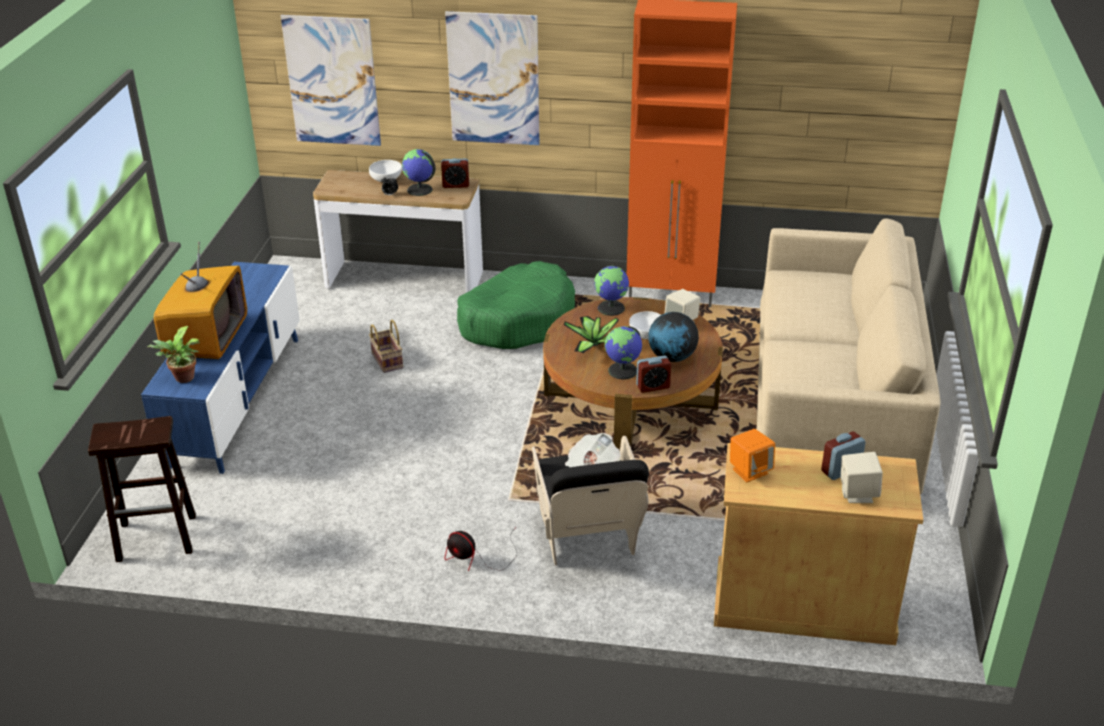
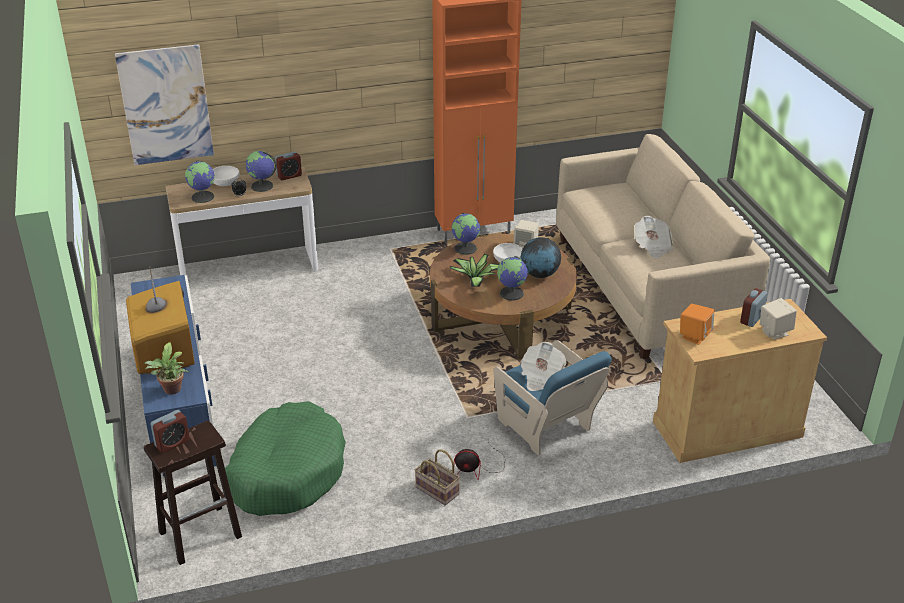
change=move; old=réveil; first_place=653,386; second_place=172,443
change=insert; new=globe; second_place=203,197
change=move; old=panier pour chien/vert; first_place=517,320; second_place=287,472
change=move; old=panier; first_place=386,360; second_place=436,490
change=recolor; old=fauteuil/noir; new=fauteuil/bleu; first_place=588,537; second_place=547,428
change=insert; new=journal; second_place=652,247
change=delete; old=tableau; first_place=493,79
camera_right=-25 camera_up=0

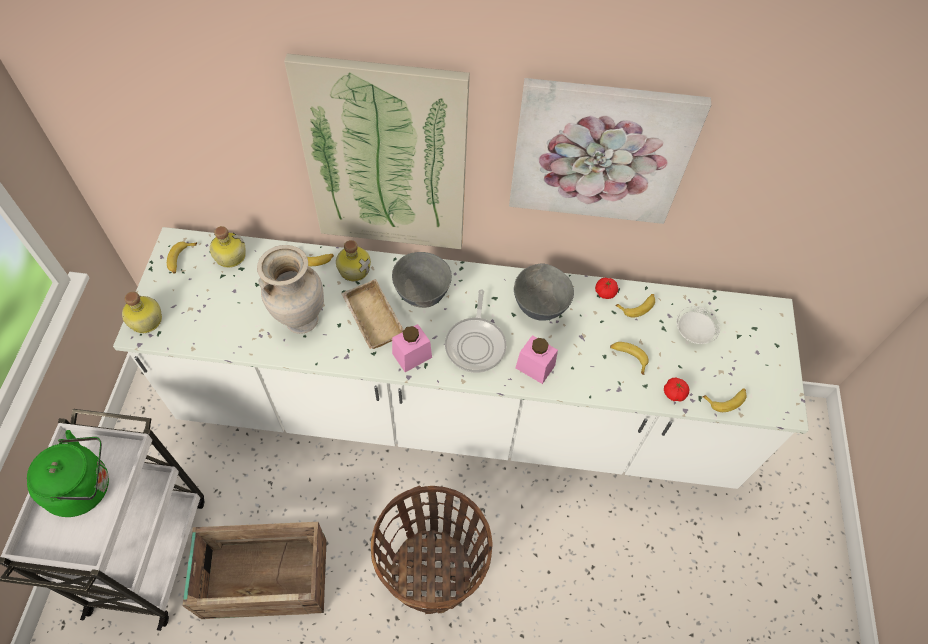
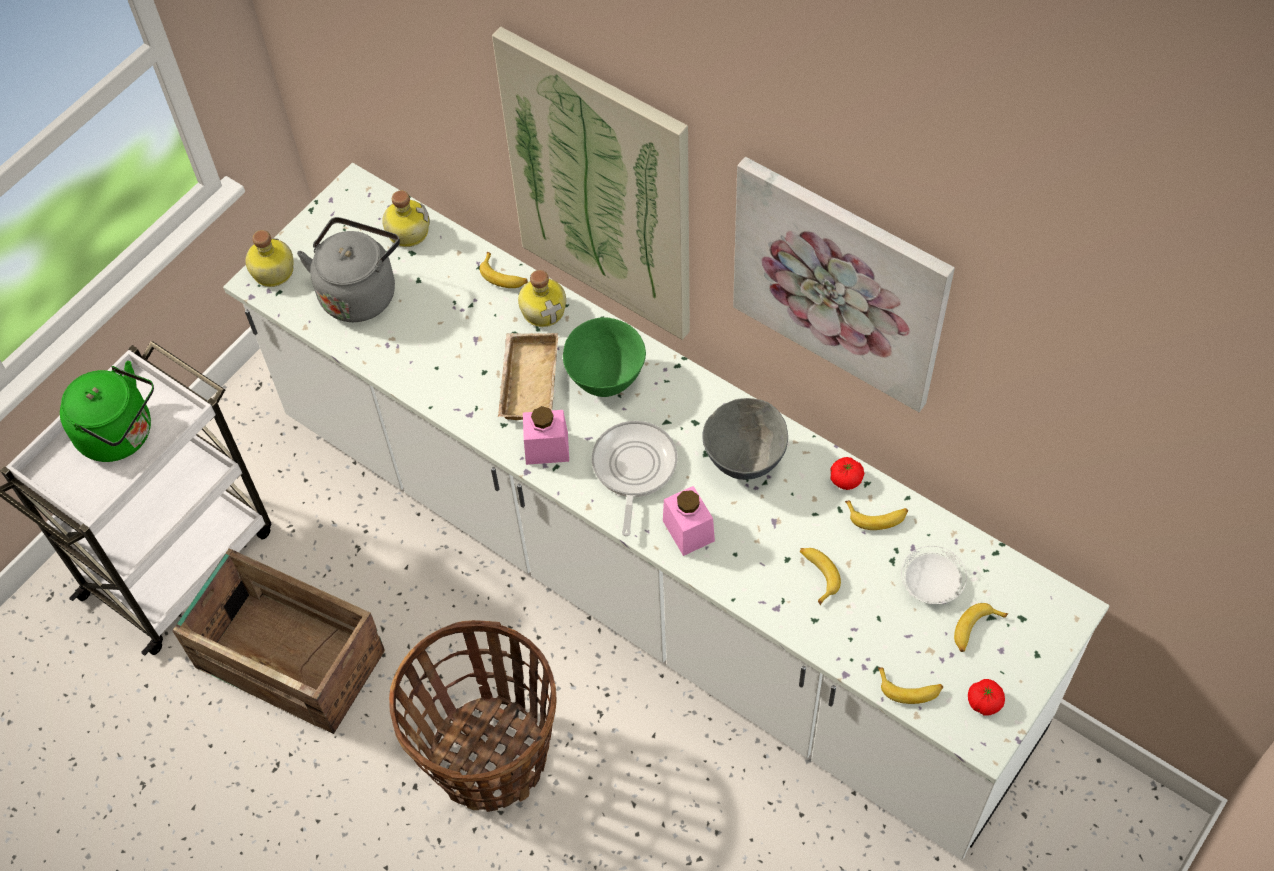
change=insert; new=bouilloire/gris; second_place=359,291
change=recolor; old=bol/gris; new=bol/vert; first_place=423,295; second_place=607,379
change=rotate; old=poêle; first_place=476,344; second_place=633,469; degrees=150
change=move; old=banane; first_place=181,259; second_place=975,630
change=move; old=tomate; first_place=674,393; second_place=984,702
change=delete; old=vase/beige; first_place=301,320
camera_right=35 camera_up=0

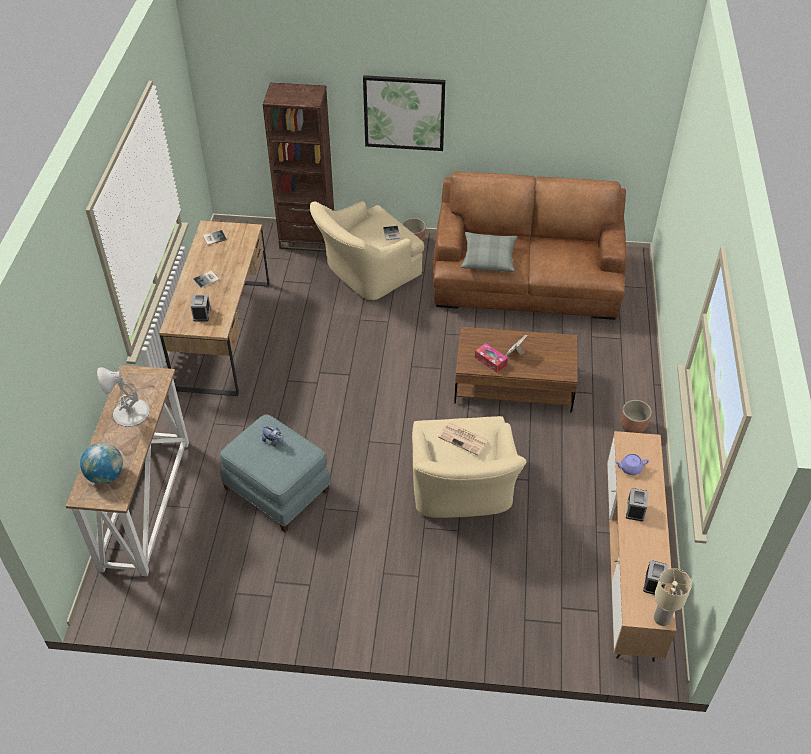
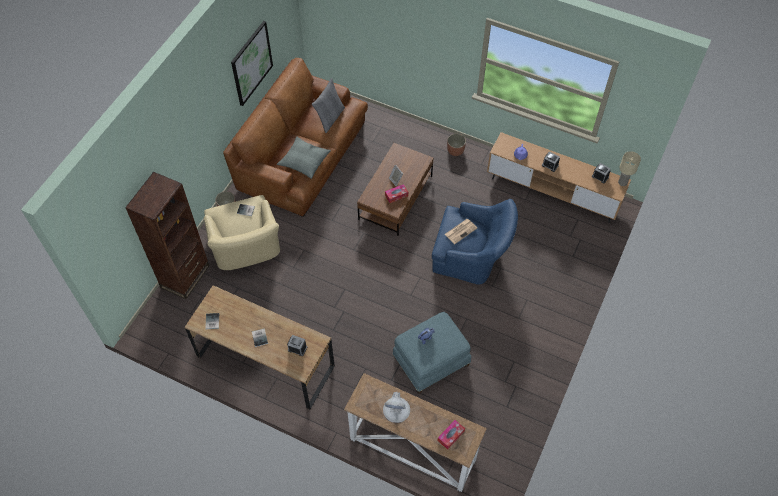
change=move; old=tableau; first_place=404,113; second_place=251,63
change=insert; new=coussin/gris; second_place=330,118
change=recolor; old=fauteuil/beige; new=fauteuil/bleu; first_place=461,492; second_place=472,256
change=replace; old=globe; new=boîte à mouchoirs; first_place=106,475; second_place=451,436
camera_right=-70 camera_up=10

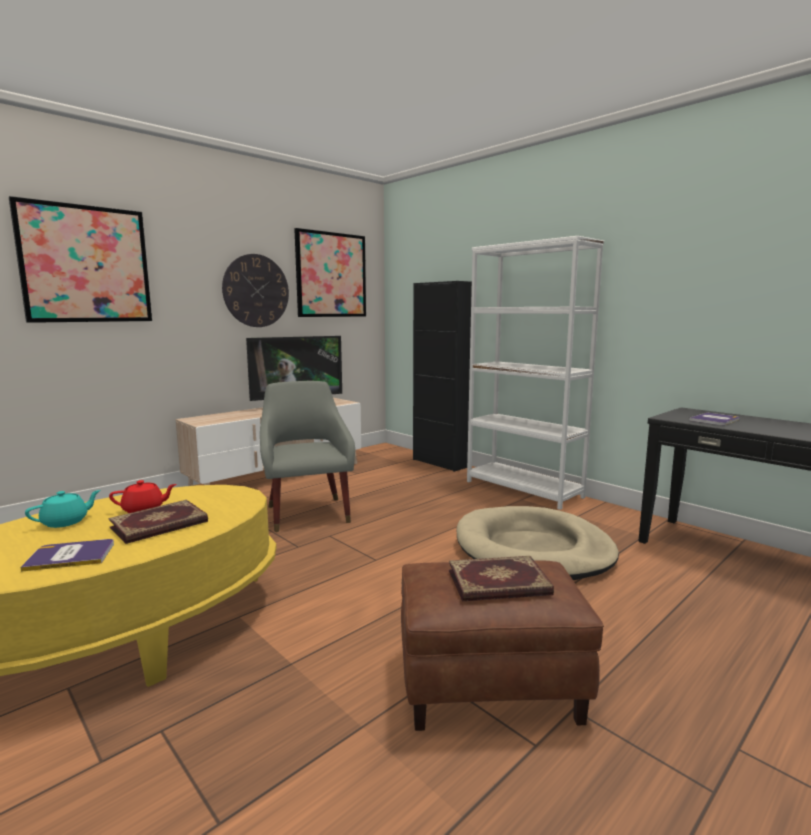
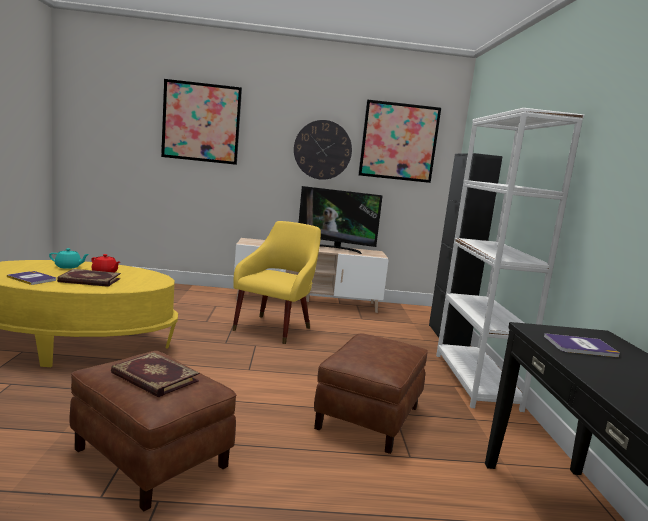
change=recolor; old=fauteuil/gris; new=fauteuil/jaune; first_place=307,511; second_place=275,327
change=replace; old=panier pour chien/beige; new=pouf/marron; first_place=533,549; second_place=369,418
camera_right=40 camera_up=0

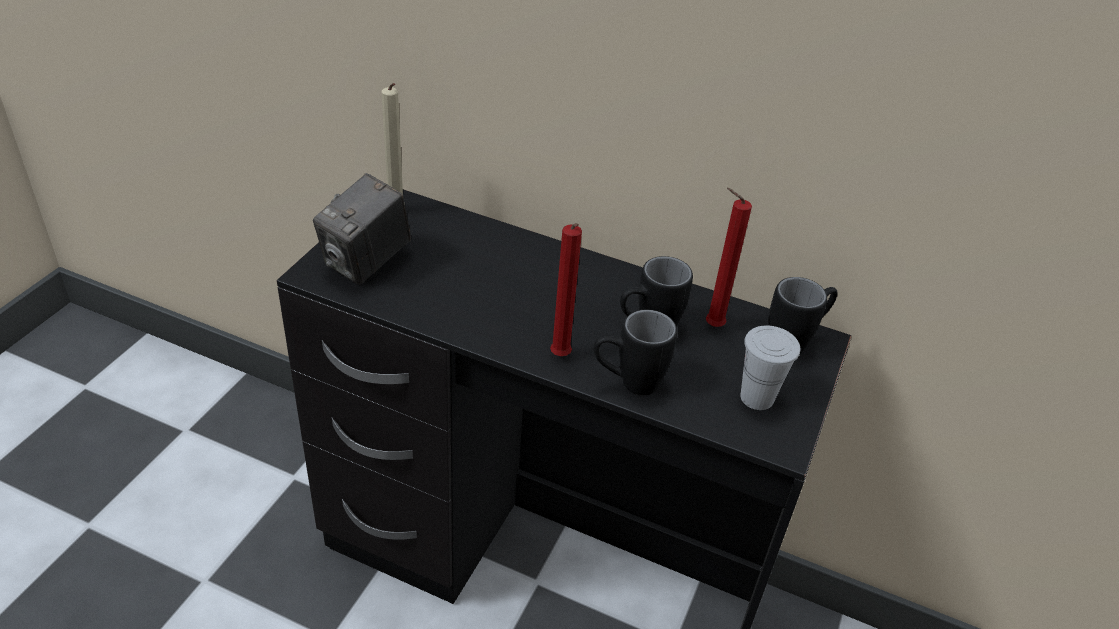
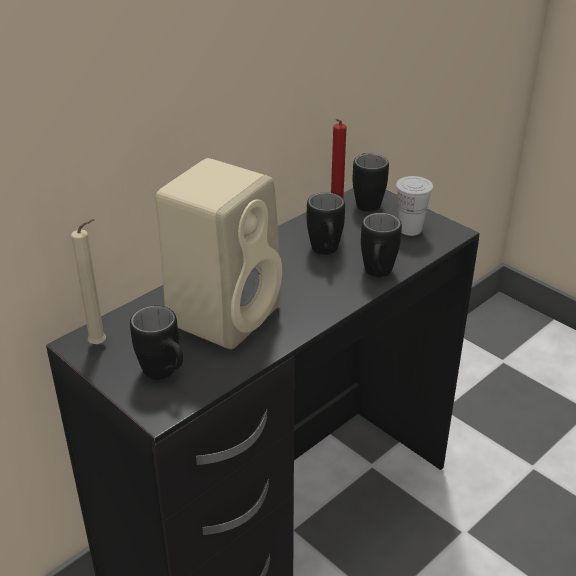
change=replace; old=appareil photo; new=mug/noir; first_place=366,263; second_place=165,375
change=insert; new=enceinte/beige; second_place=225,312
change=delete; old=bougie/rouge; first_place=560,358
camera_right=-65 camera_up=-5

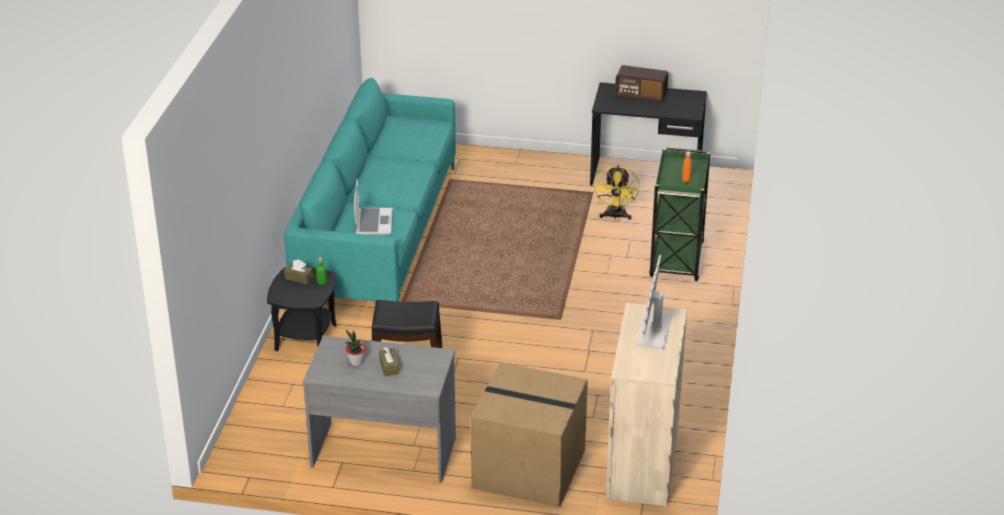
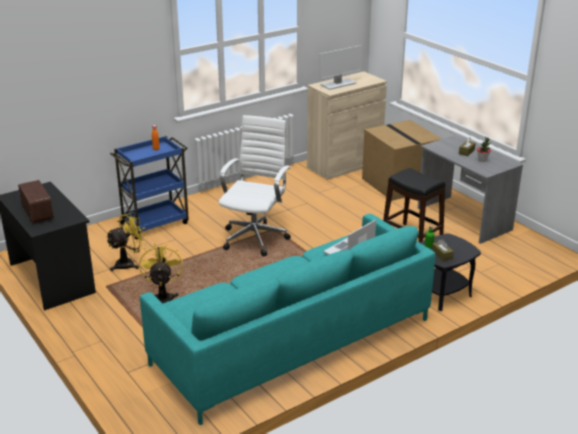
change=recolor; old=chariot/vert; new=chariot/bleu; first_place=676,260; second_place=155,223
change=insert; new=ventilateur/jaune; second_place=163,298
change=insert; new=chaise de bureau/blanc; second_place=255,237
camera_right=-135 camera_up=-5

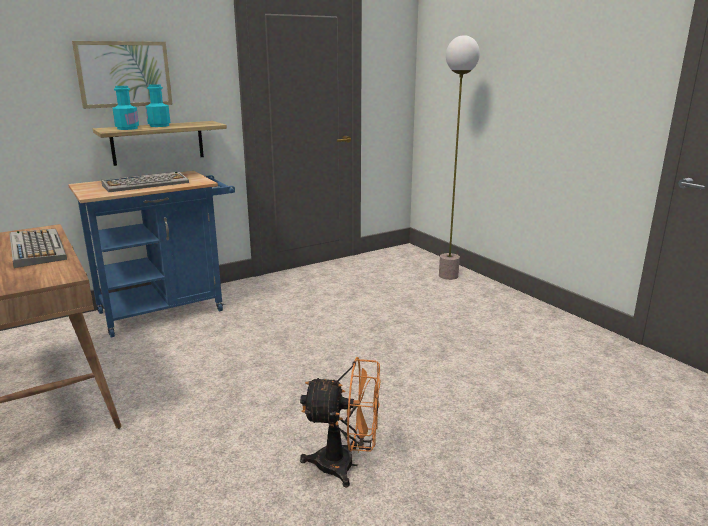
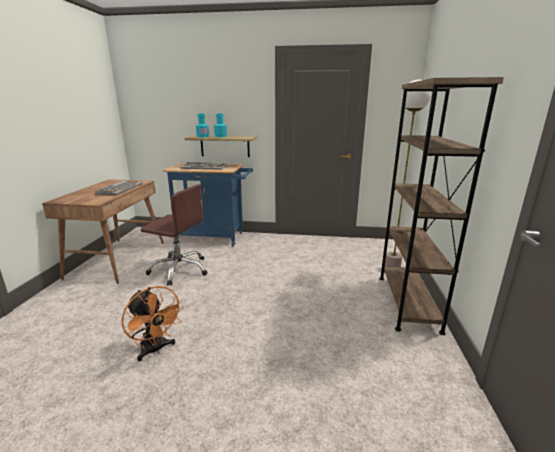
change=insert; new=chaise de bureau/marron; second_place=179,269
change=insert; new=bibliothèque/marron; second_place=407,302
change=delete; old=tableau; first_place=124,74
camera_right=40 camera_up=0

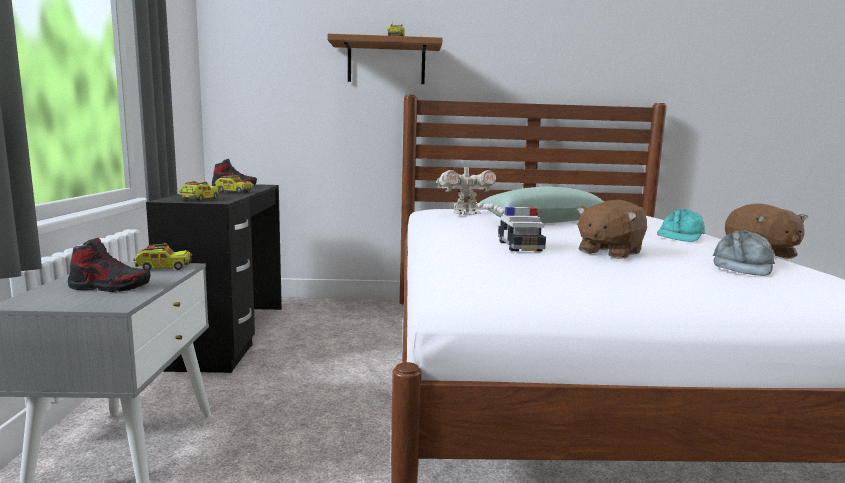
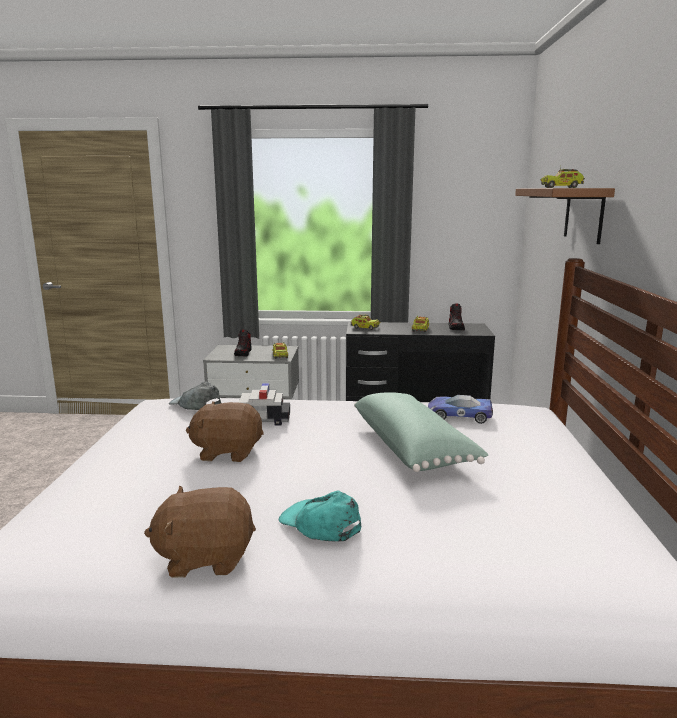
change=move; old=casquette/gris; first_place=741,266; second_place=195,404
change=rotate; old=peluche/marron; first_place=609,252; second_place=227,452; degrees=-45
change=replace; old=robot jouet; new=petite voiture; first_place=465,214; second_place=459,415
camera_right=95 camera_up=5

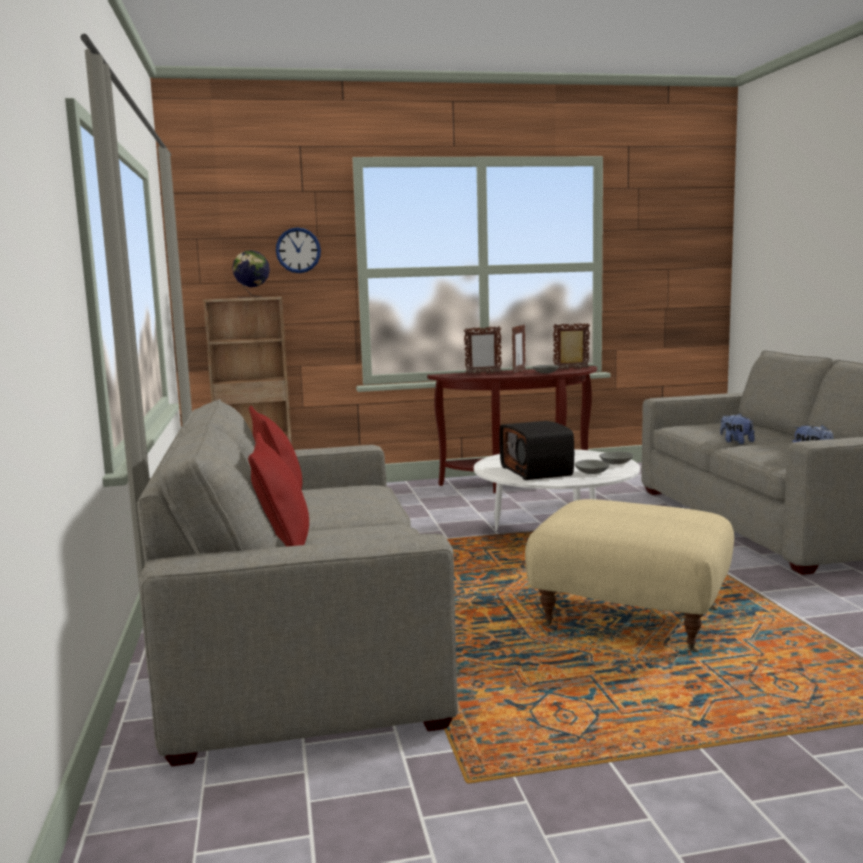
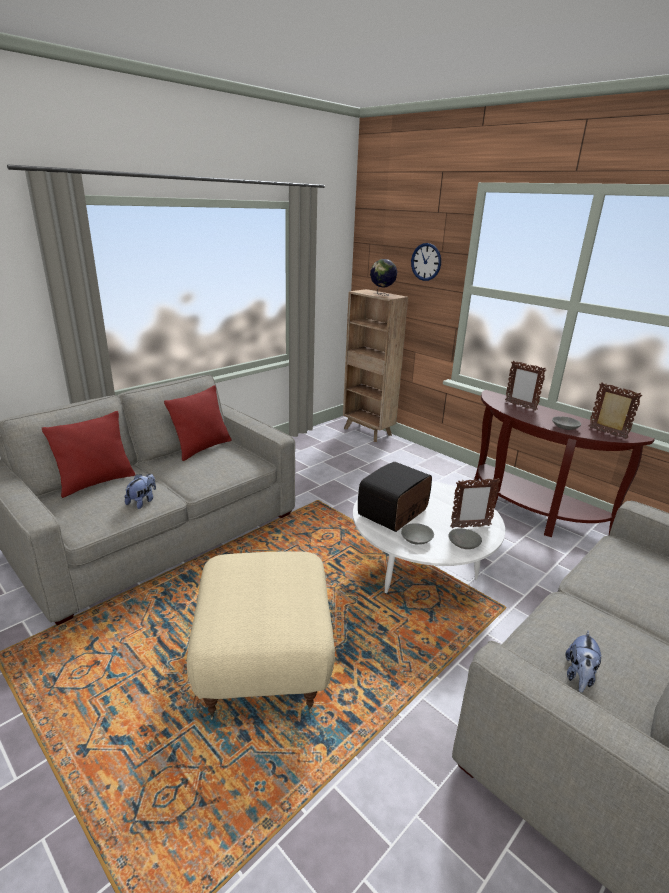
change=move; old=peluche; first_place=736,442; second_place=142,501
change=move; old=cadre photo; first_place=518,372; second_place=470,526
camera_right=55 camera_up=15

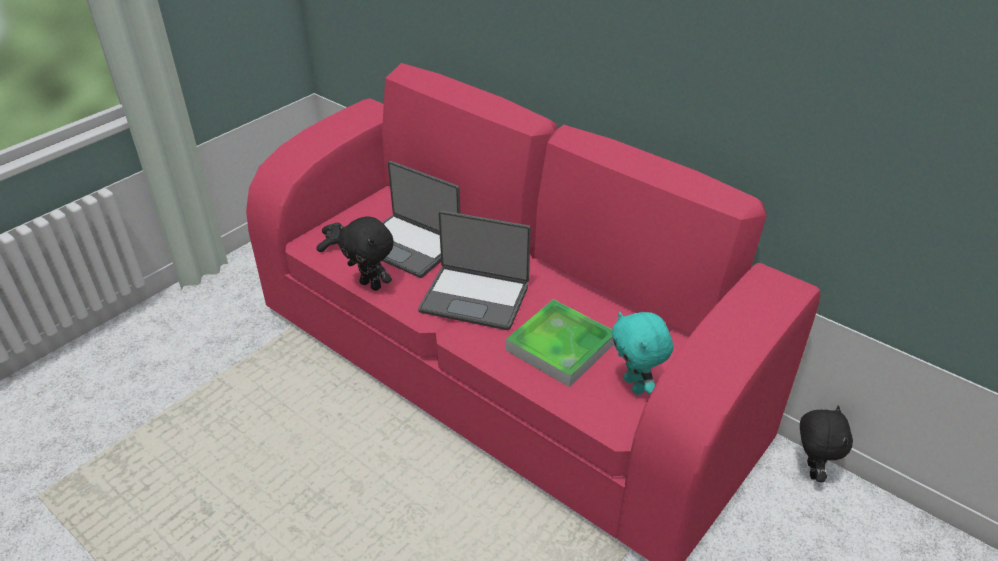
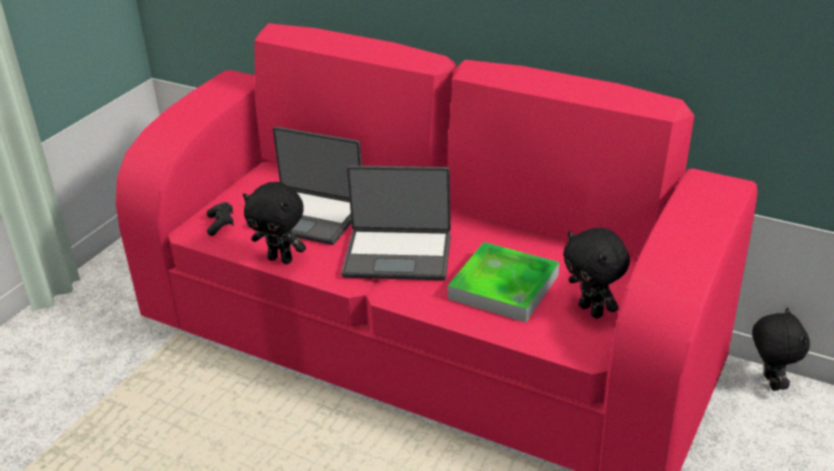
change=recolor; old=peluche/turquoise; new=peluche/noir; first_place=635,385; second_place=592,310
camera_right=-10 camera_up=-5

